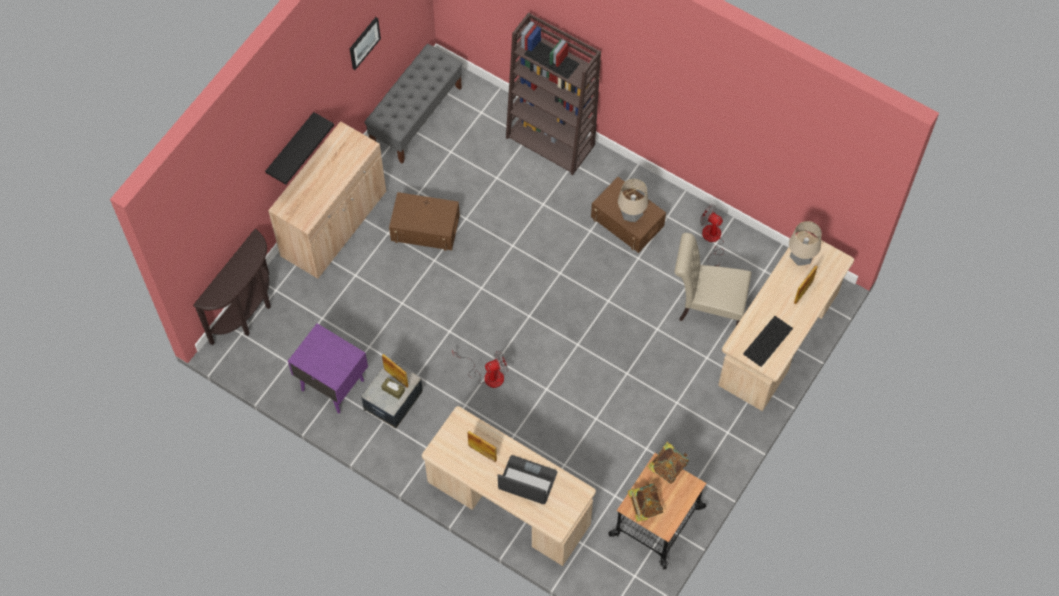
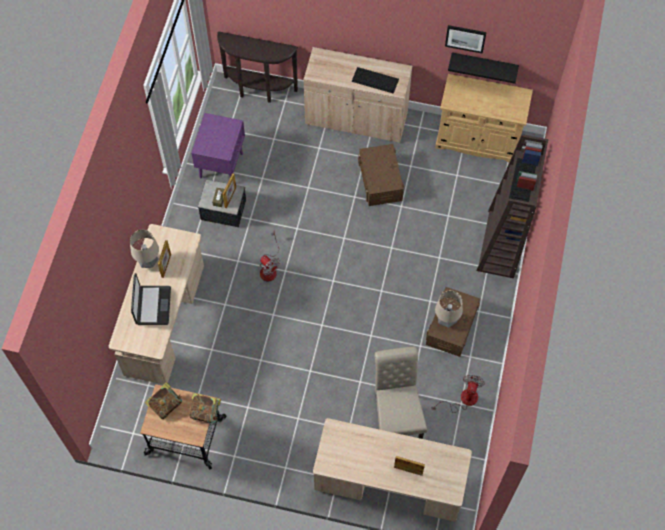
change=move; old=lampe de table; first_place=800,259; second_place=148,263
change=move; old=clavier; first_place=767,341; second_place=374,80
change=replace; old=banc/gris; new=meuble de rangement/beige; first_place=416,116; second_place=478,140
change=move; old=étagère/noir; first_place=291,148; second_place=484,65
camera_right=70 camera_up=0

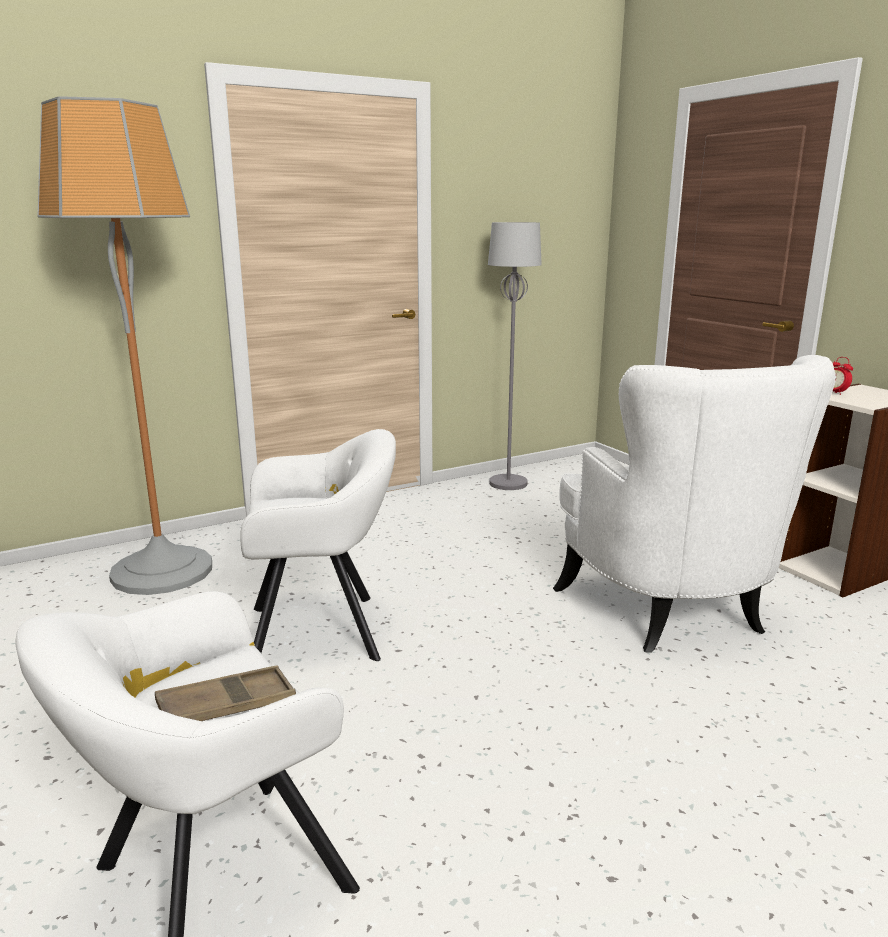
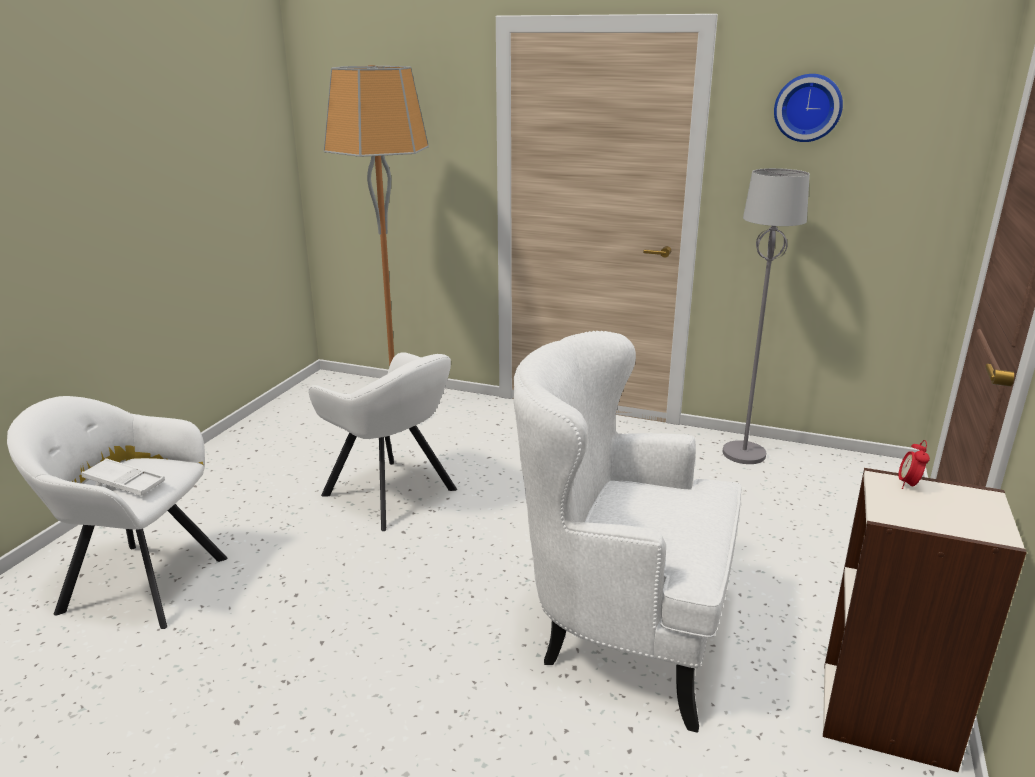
change=recolor; old=plateau/marron; new=plateau/blanc; first_place=227,705; second_place=124,482
change=rotate; old=fauteuil/blanc; first_place=673,613; second_place=621,632; degrees=75
change=insert; new=horloge murale; second_place=808,107
camera_right=50 camera_up=5

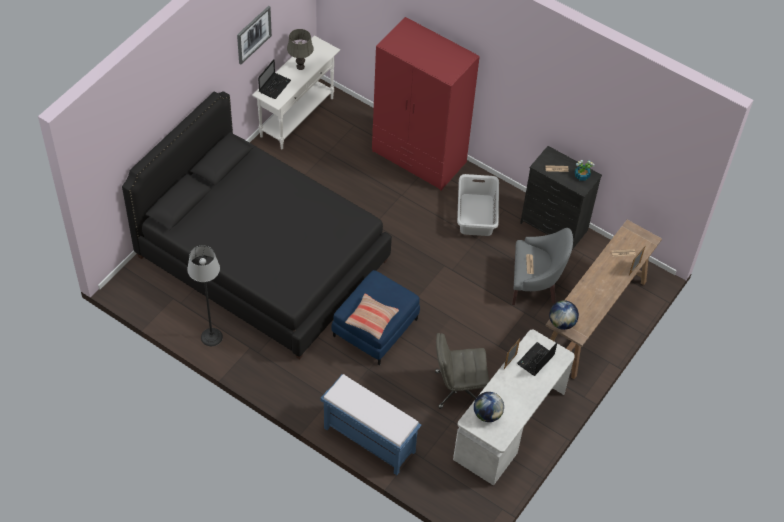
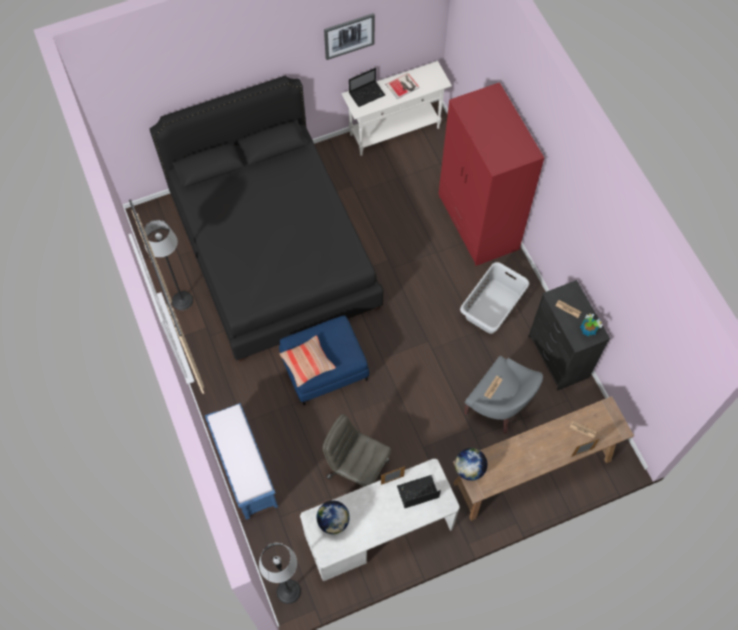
change=insert; new=lampadaire; second_place=288,591
change=replace; old=lampe de table/gris; new=livre; first_place=300,67; second_place=403,86
camera_right=35 camera_up=10

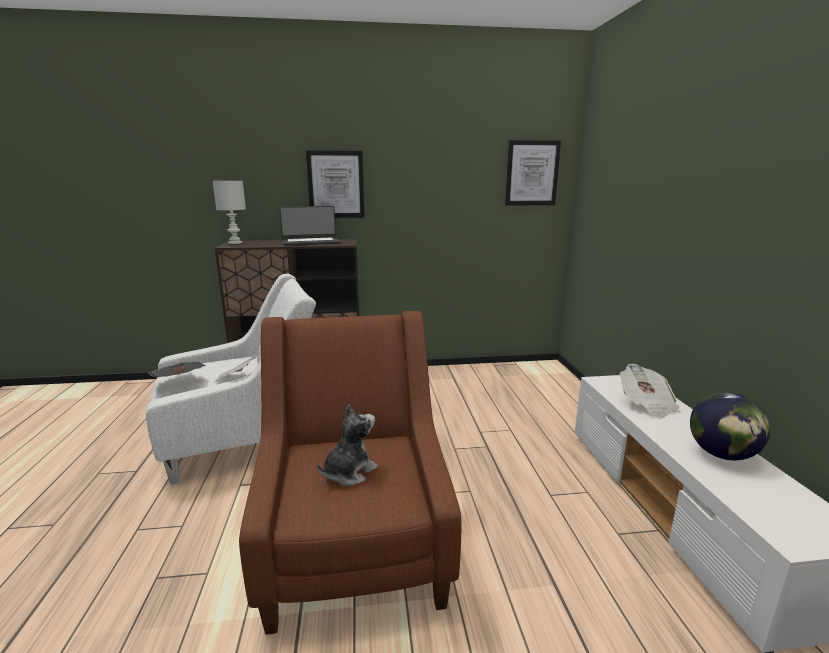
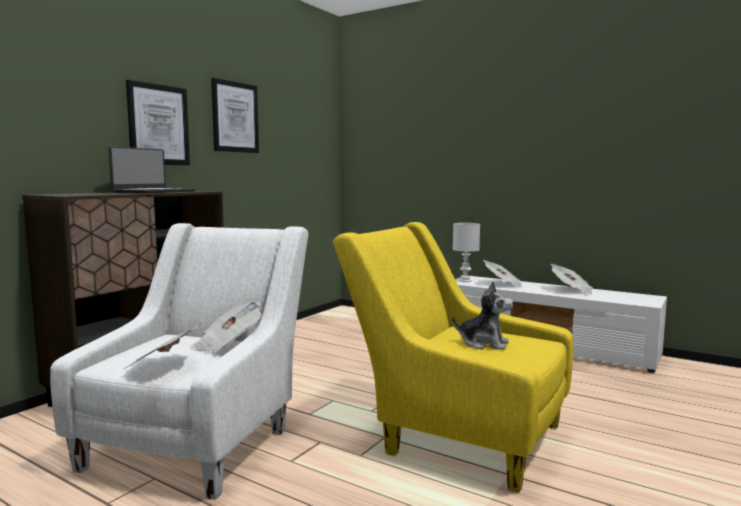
change=move; old=tableau; first_place=532,173; second_place=235,117
change=recolor; old=fauteuil/marron; new=fauteuil/jaune; first_place=355,542; second_place=456,433
change=rotate; old=peluche; first_place=349,472; second_place=483,343; degrees=120
change=move; old=lampe de table/blanc; first_place=235,243; second_place=464,281
change=replace; old=globe; new=journal; first_place=721,454; second_place=572,290
camera_right=-50 camera_up=-10

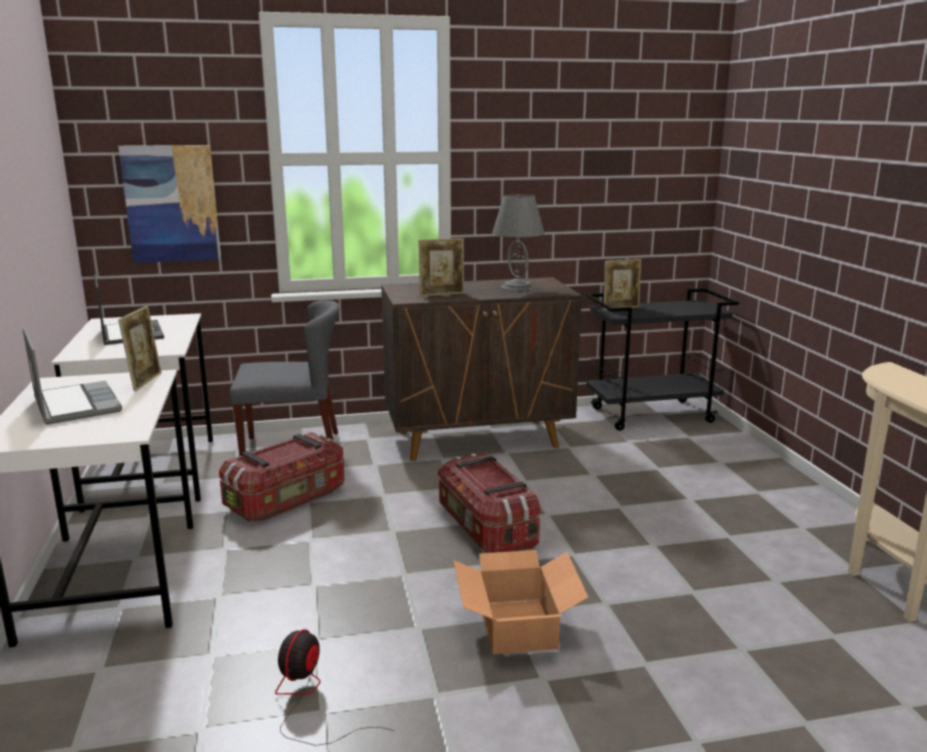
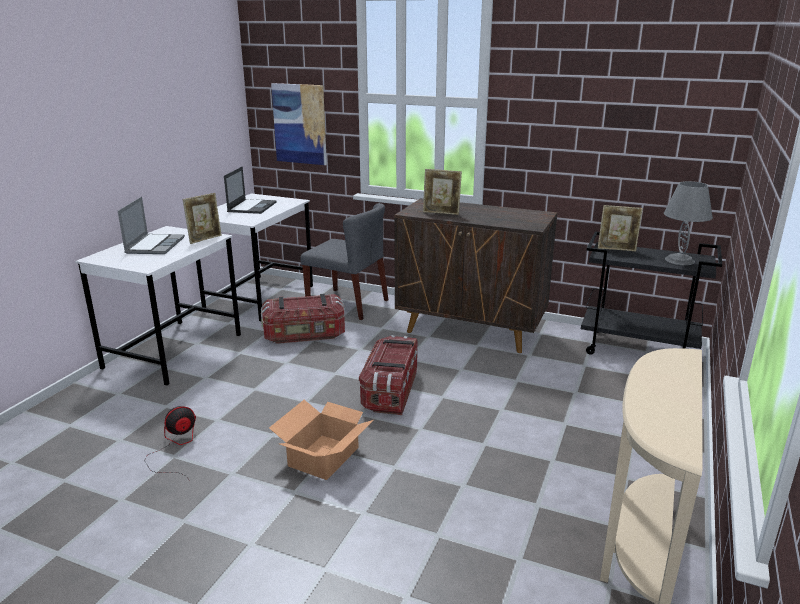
change=move; old=lampe de table/gris; first_place=517,287; second_place=680,260
camera_right=35 camera_up=5

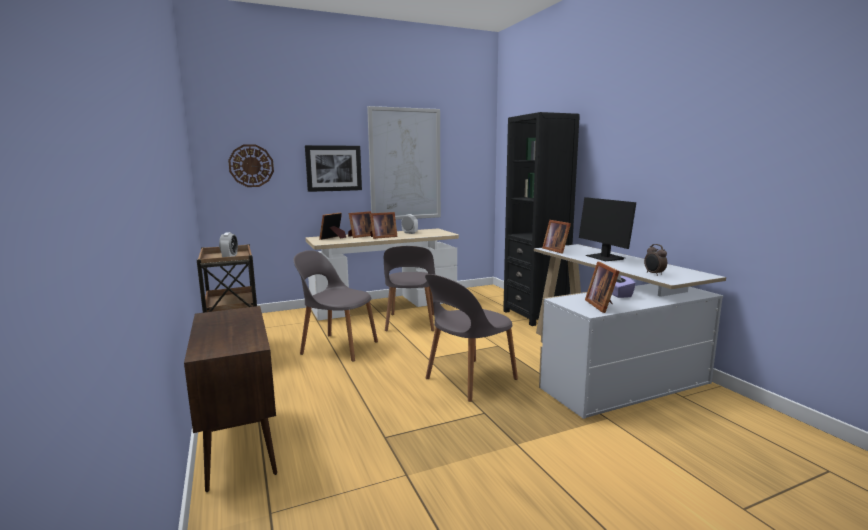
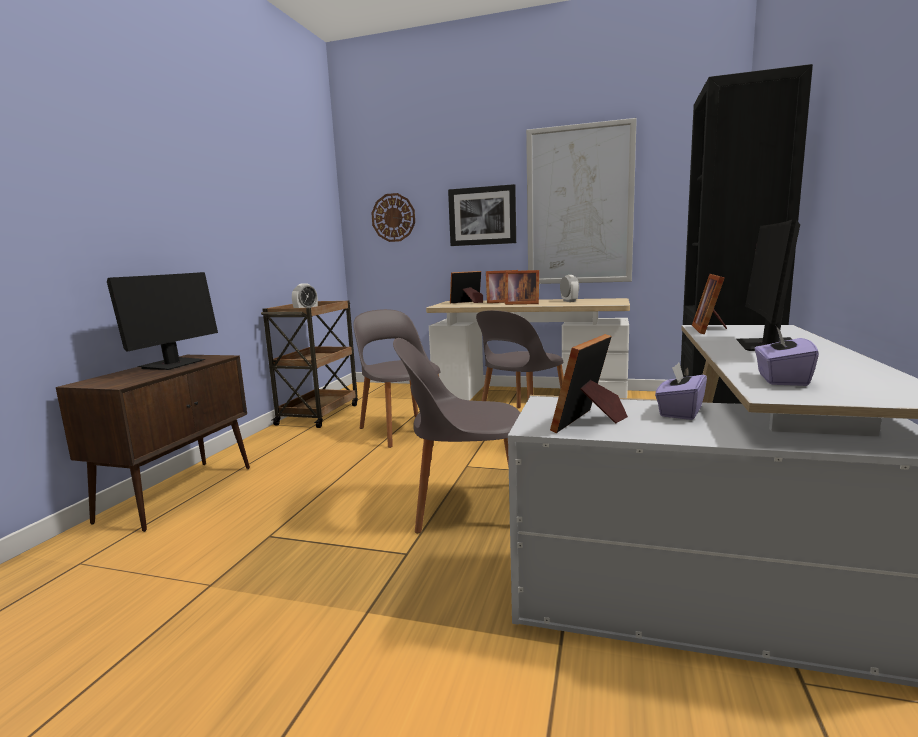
change=insert; new=écran d'ordinateur; second_place=173,364
change=replace; old=réveil; new=boîte à mouchoirs/violet; first_place=654,274; second_place=781,379
camera_right=40 camera_up=0

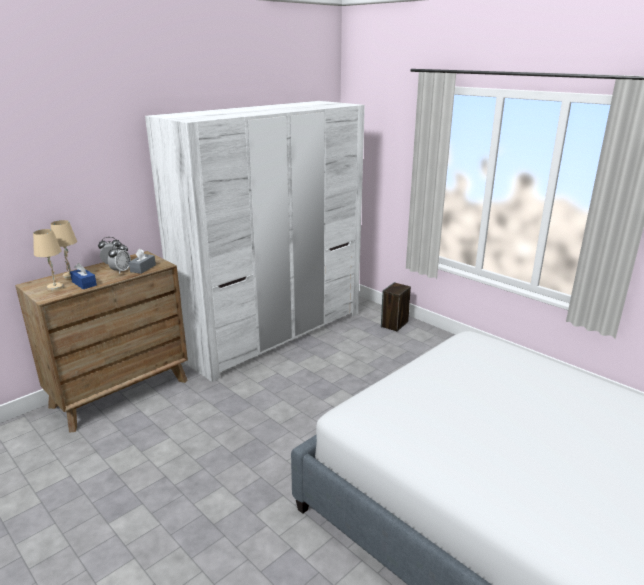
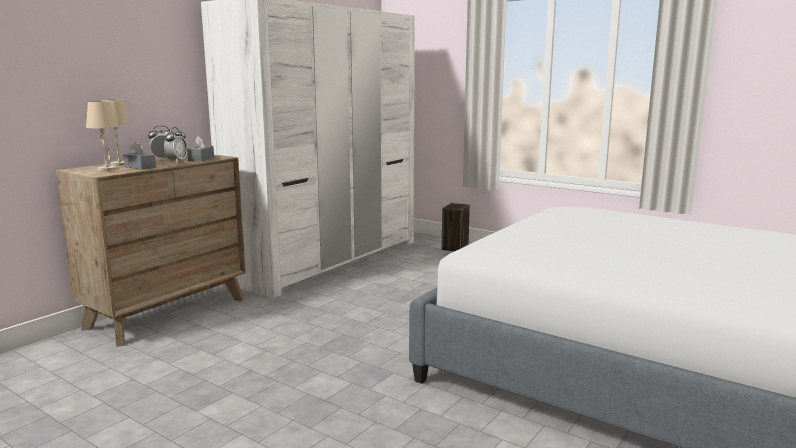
change=recolor; old=boîte à mouchoirs/bleu; new=boîte à mouchoirs/gris; first_place=84,283; second_place=140,167
camera_right=-10 camera_up=-10

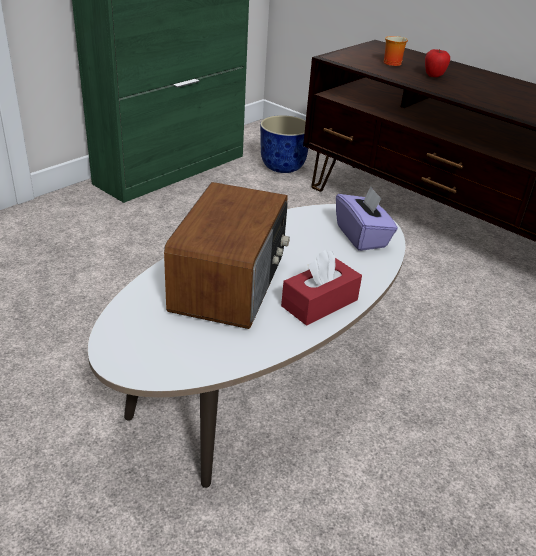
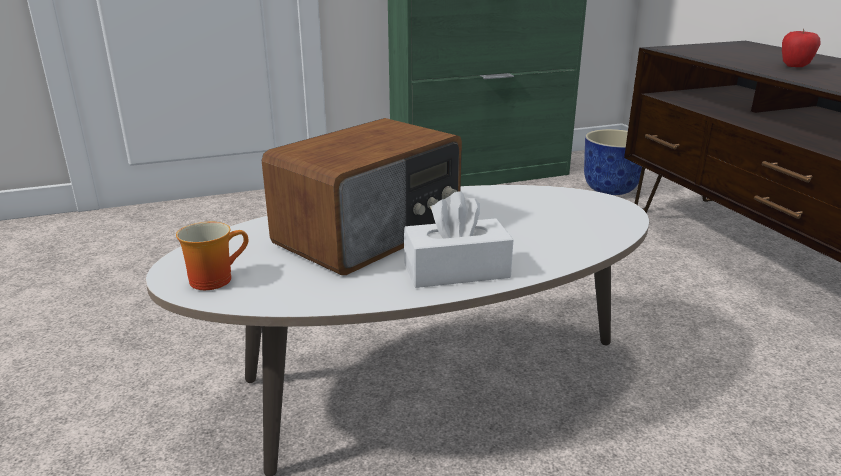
change=move; old=mug; first_place=391,62; second_place=214,278
change=recolor; old=boîte à mouchoirs/rouge; new=boîte à mouchoirs/blanc; first_place=319,303; second_place=456,271
change=delete; old=boîte à mouchoirs/violet; first_place=362,236
camera_right=30 camera_up=-10

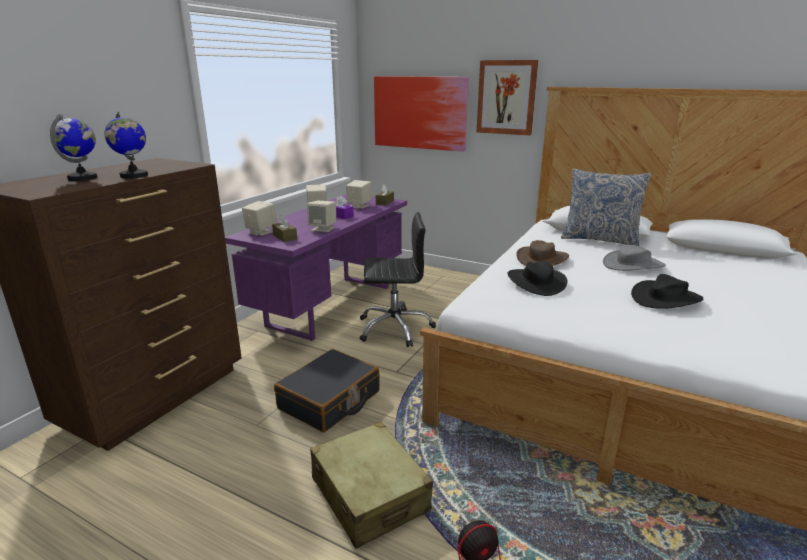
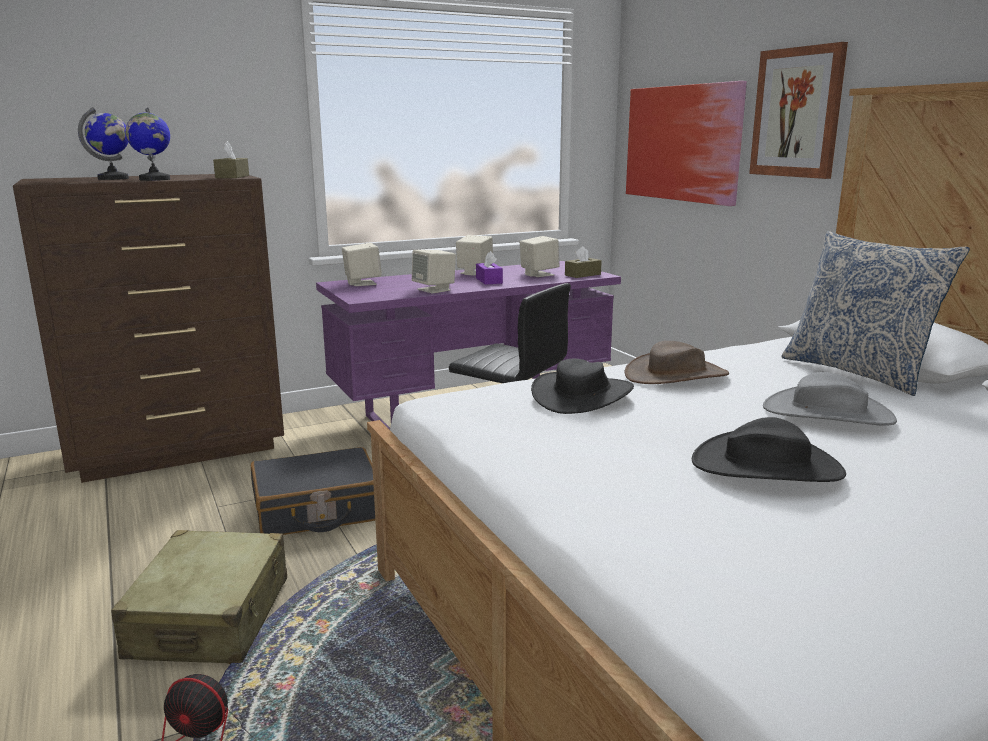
change=move; old=boîte à mouchoirs/marron; first_place=285,237; second_place=232,177
camera_right=35 camera_up=-5

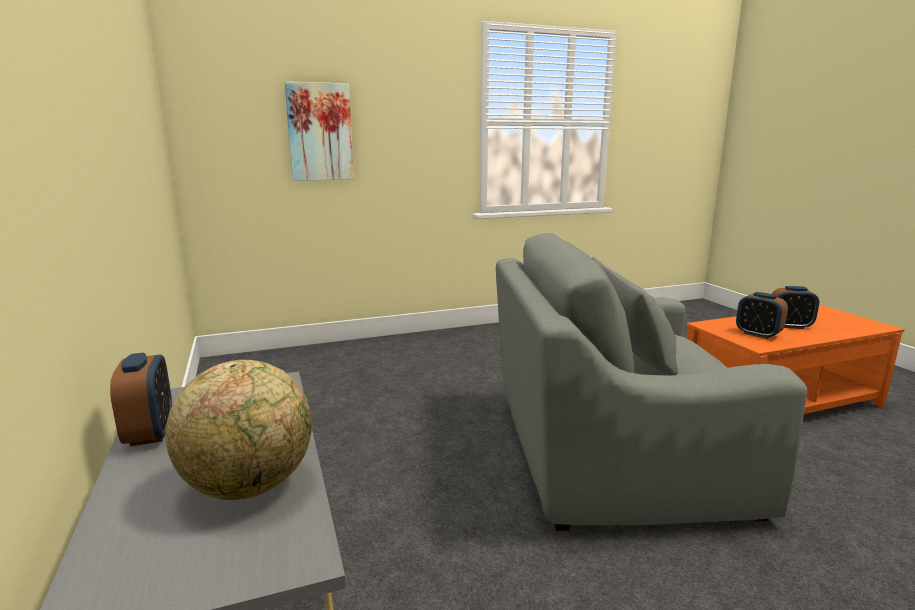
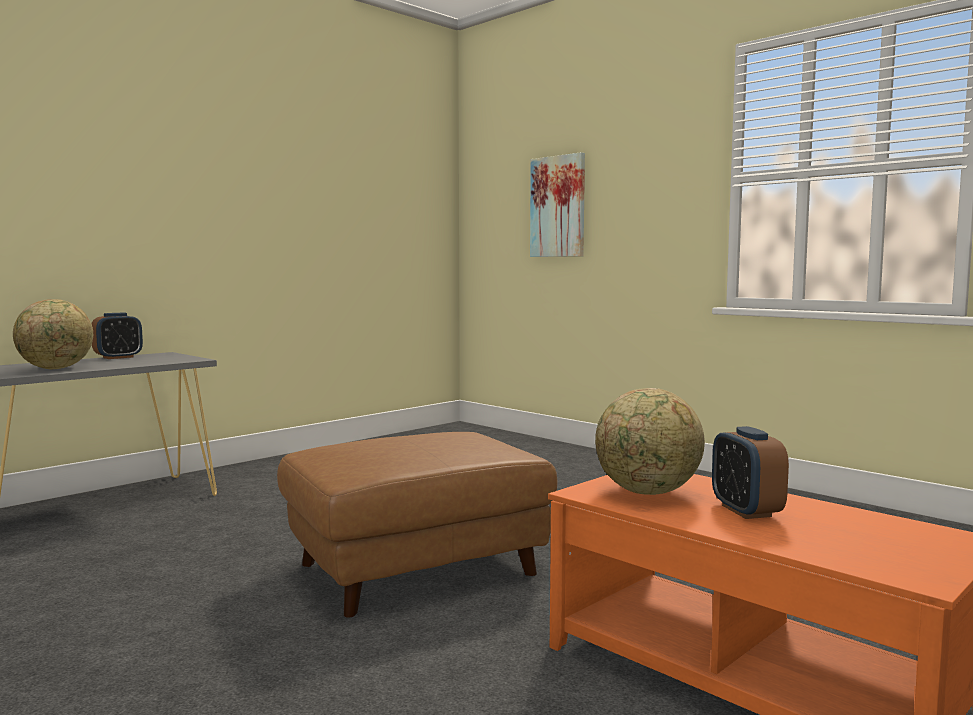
change=replace; old=fauteuil/gris; new=pouf/marron; first_place=609,454; second_place=417,568
change=replace; old=réveil; new=globe; first_place=758,334; second_place=648,493
camera_right=65 camera_up=-10

